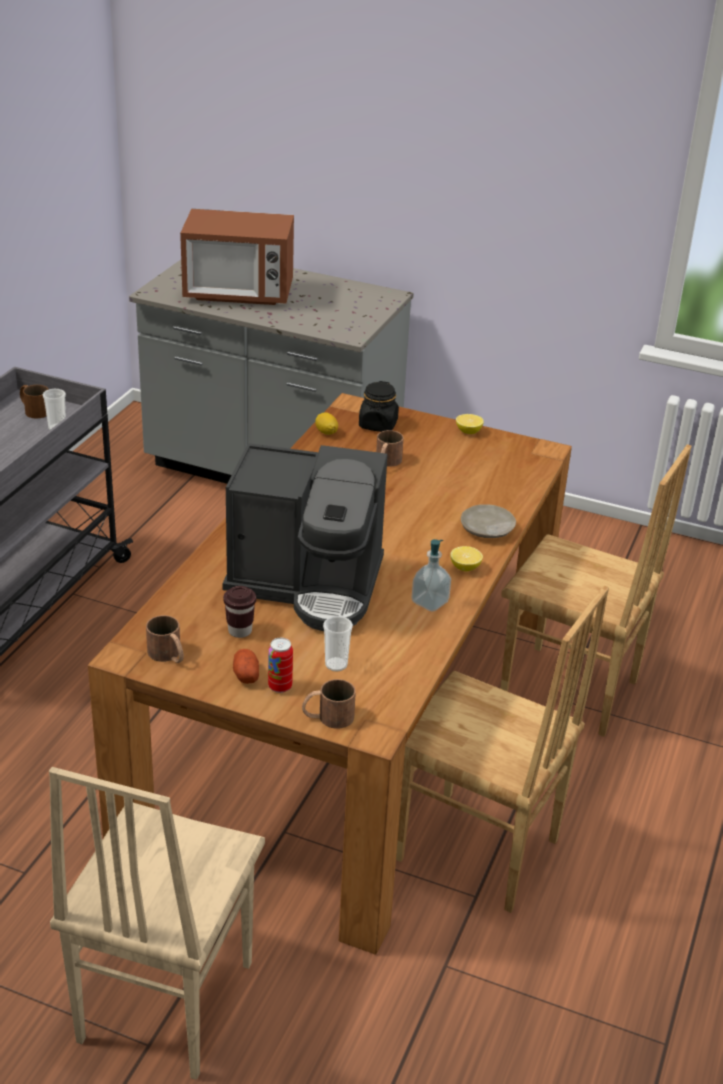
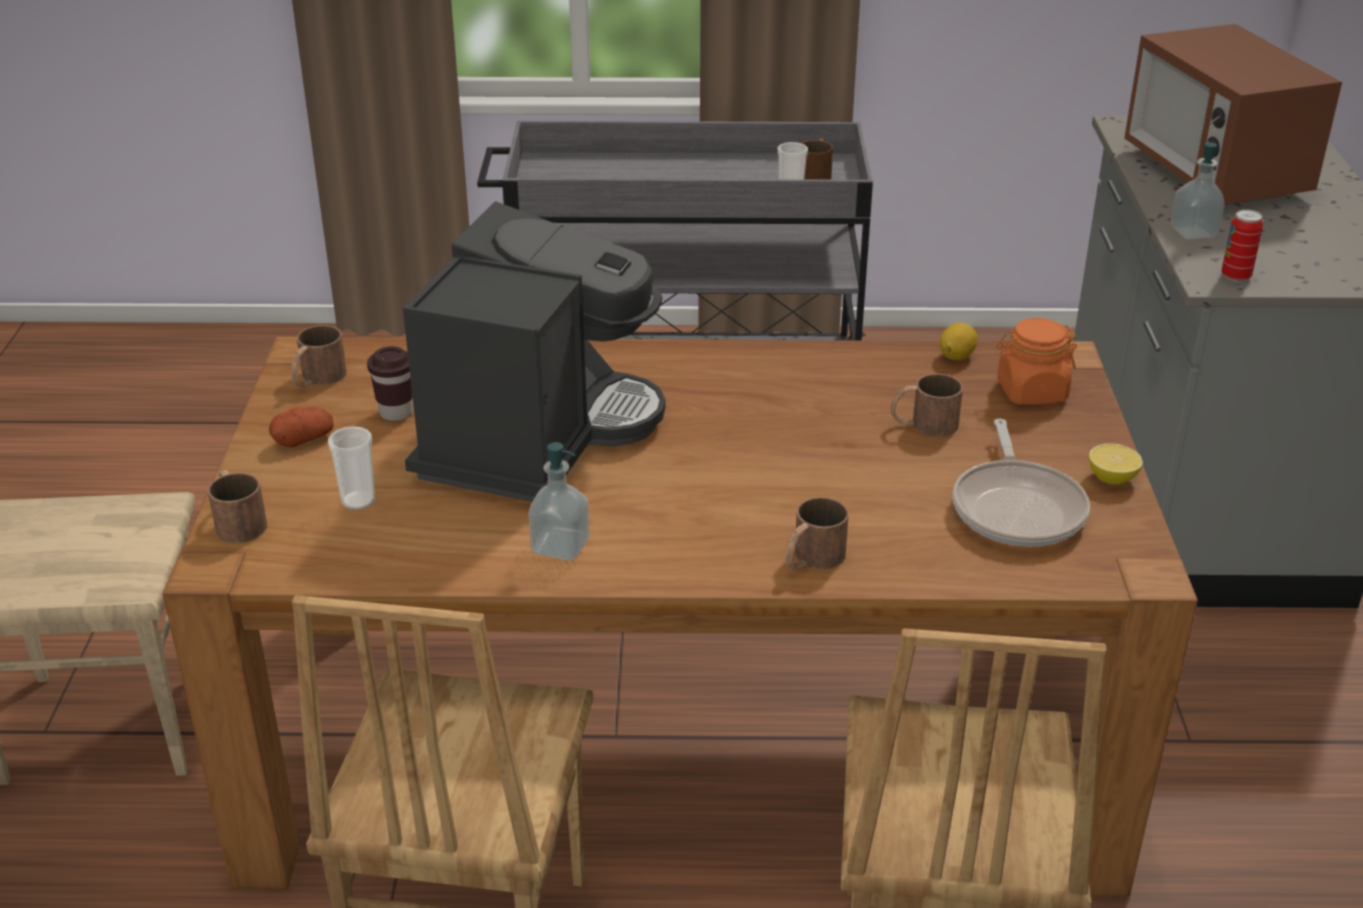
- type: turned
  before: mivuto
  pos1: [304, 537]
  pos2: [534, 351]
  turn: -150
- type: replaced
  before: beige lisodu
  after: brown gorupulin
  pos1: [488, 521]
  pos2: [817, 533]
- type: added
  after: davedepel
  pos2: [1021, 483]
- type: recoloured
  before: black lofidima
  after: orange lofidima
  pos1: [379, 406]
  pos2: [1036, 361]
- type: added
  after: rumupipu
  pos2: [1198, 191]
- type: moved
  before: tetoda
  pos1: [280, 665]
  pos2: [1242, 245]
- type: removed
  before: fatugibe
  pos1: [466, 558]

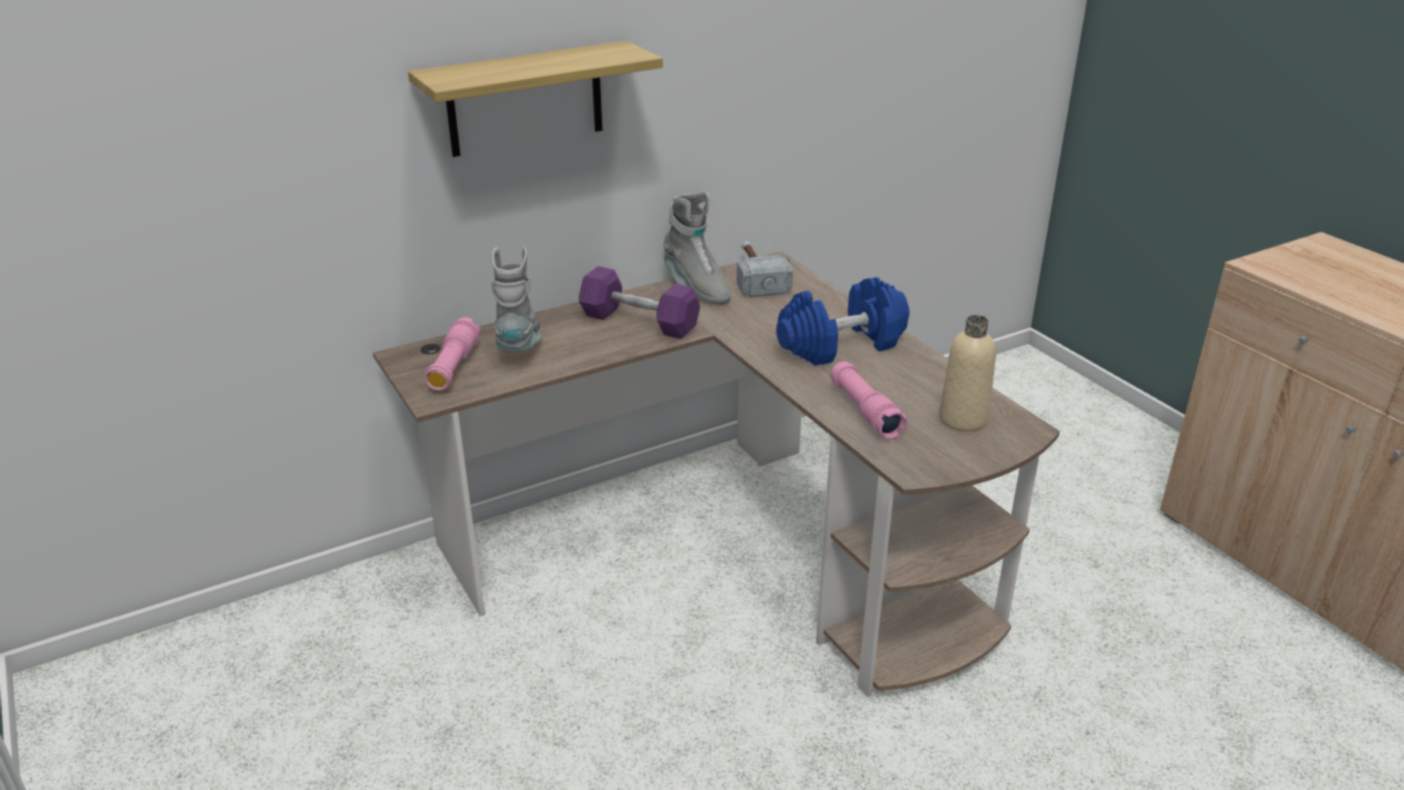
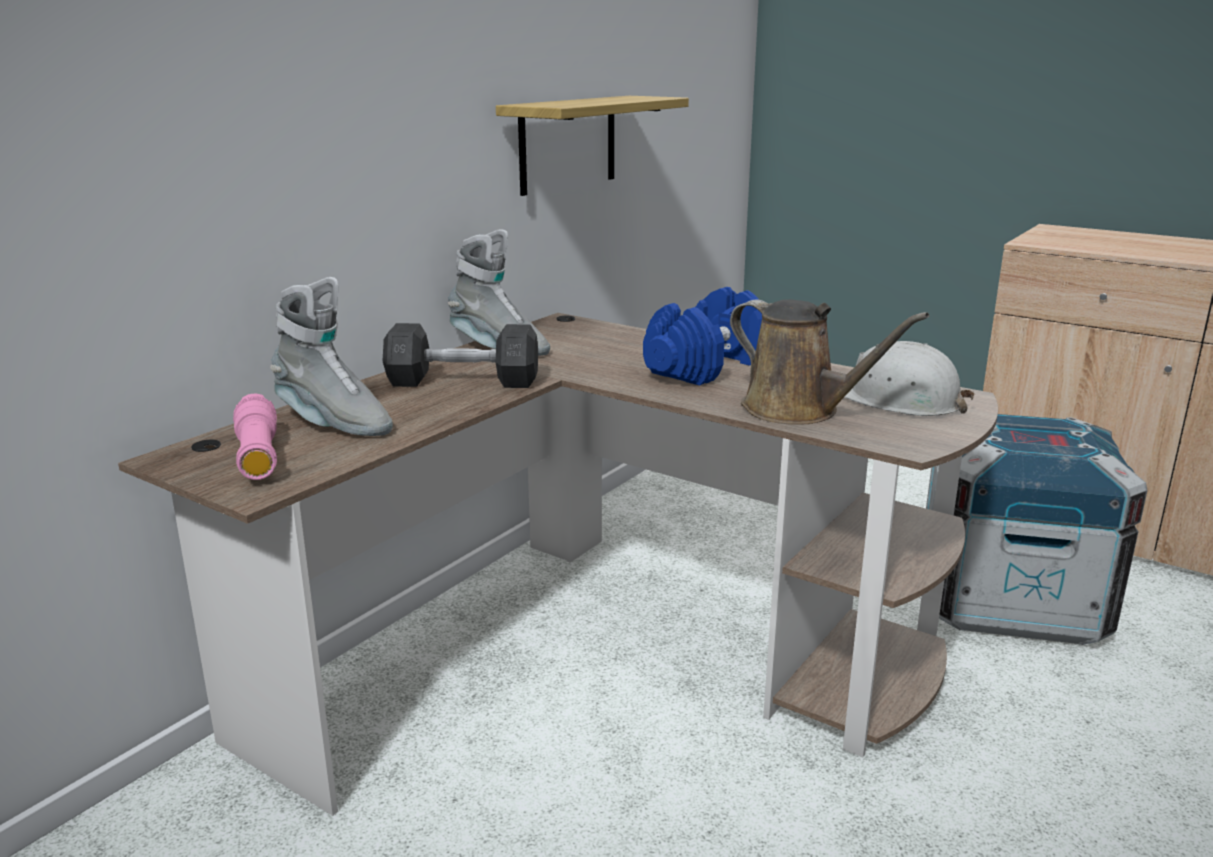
- type: turned
  before: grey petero
  pos1: [516, 299]
  pos2: [331, 356]
  turn: 150
- type: recoloured
  before: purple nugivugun
  after: grey nugivugun
  pos1: [639, 302]
  pos2: [460, 355]
- type: moved
  before: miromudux
  pos1: [535, 99]
  pos2: [592, 146]
- type: replaced
  before: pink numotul
  after: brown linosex
  pos1: [869, 400]
  pos2: [829, 362]
- type: replaced
  before: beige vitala
  after: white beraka
  pos1: [967, 373]
  pos2: [909, 378]
- type: added
  after: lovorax
  pos2: [1037, 529]
- type: removed
  before: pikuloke
  pos1: [765, 269]

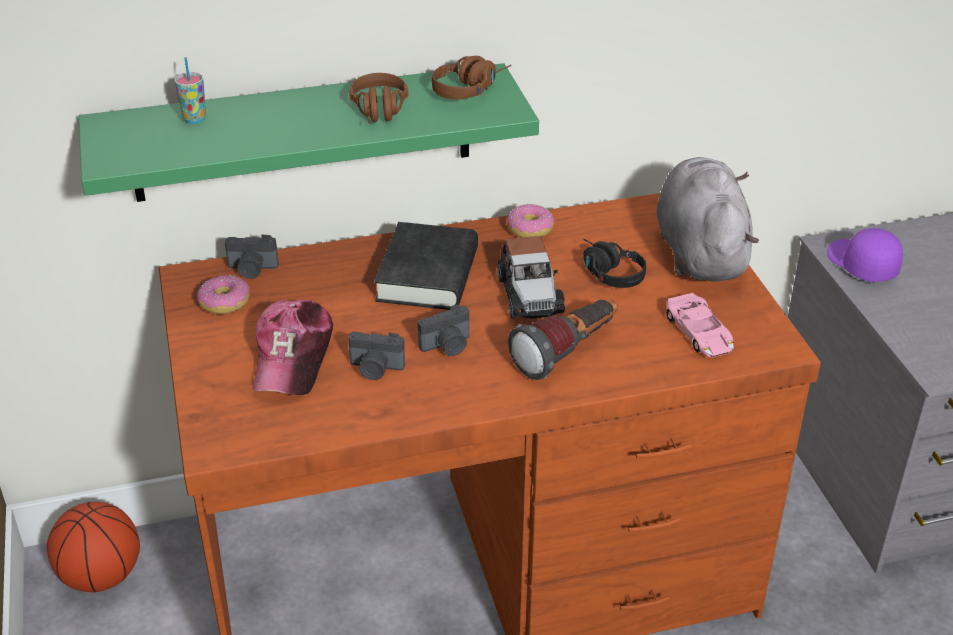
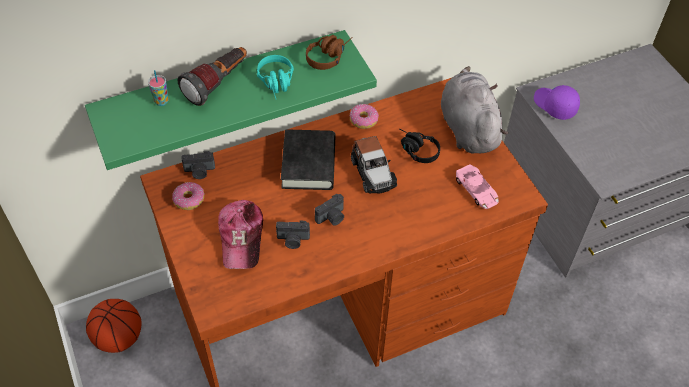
- type: moved
  before: numotul
  pos1: [563, 339]
  pos2: [212, 76]
- type: recoloured
  before: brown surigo
  after: turquoise surigo
  pos1: [378, 98]
  pos2: [275, 77]

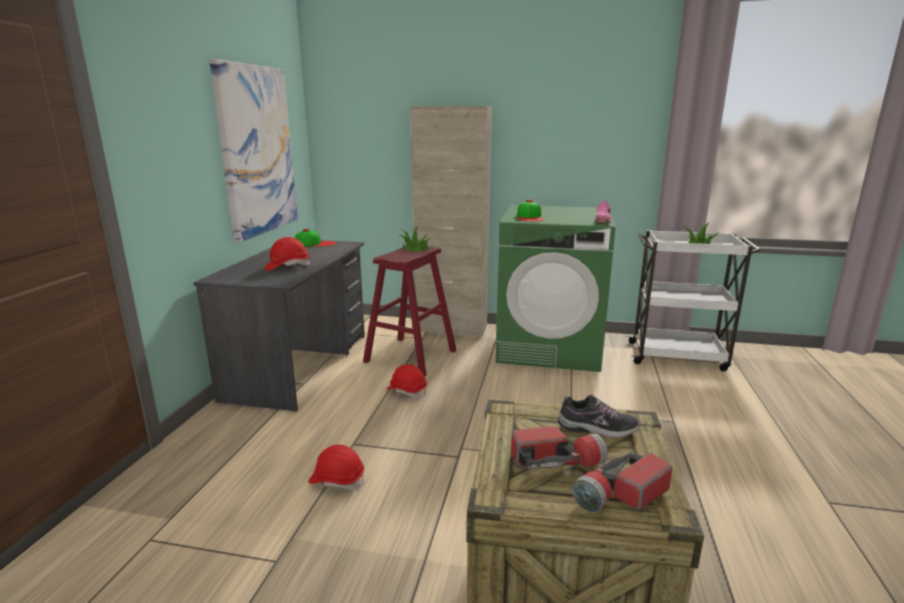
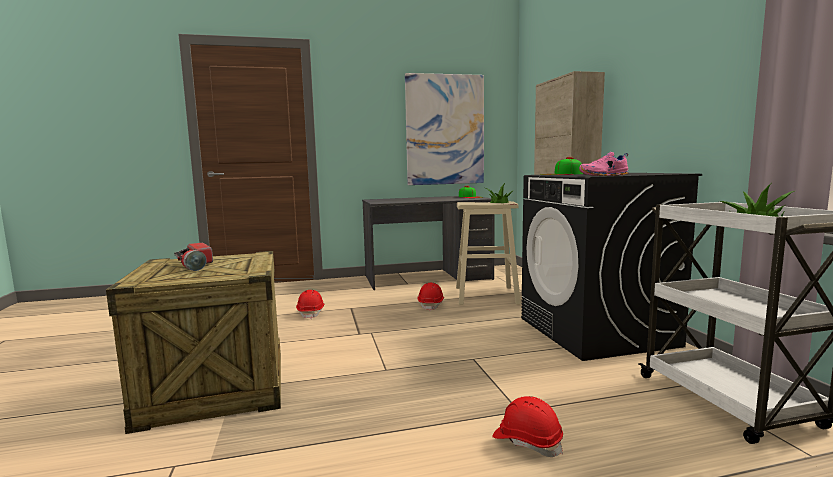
- type: recoloured
  before: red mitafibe
  after: beige mitafibe
  pos1: [410, 311]
  pos2: [488, 253]
- type: moved
  before: red beraka
  pos1: [287, 254]
  pos2: [527, 426]
- type: recoloured
  before: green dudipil
  after: black dudipil
  pos1: [555, 288]
  pos2: [611, 267]
- type: removed
  before: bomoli
  pos1: [598, 416]
- type: removed
  before: numotul
  pos1: [622, 482]

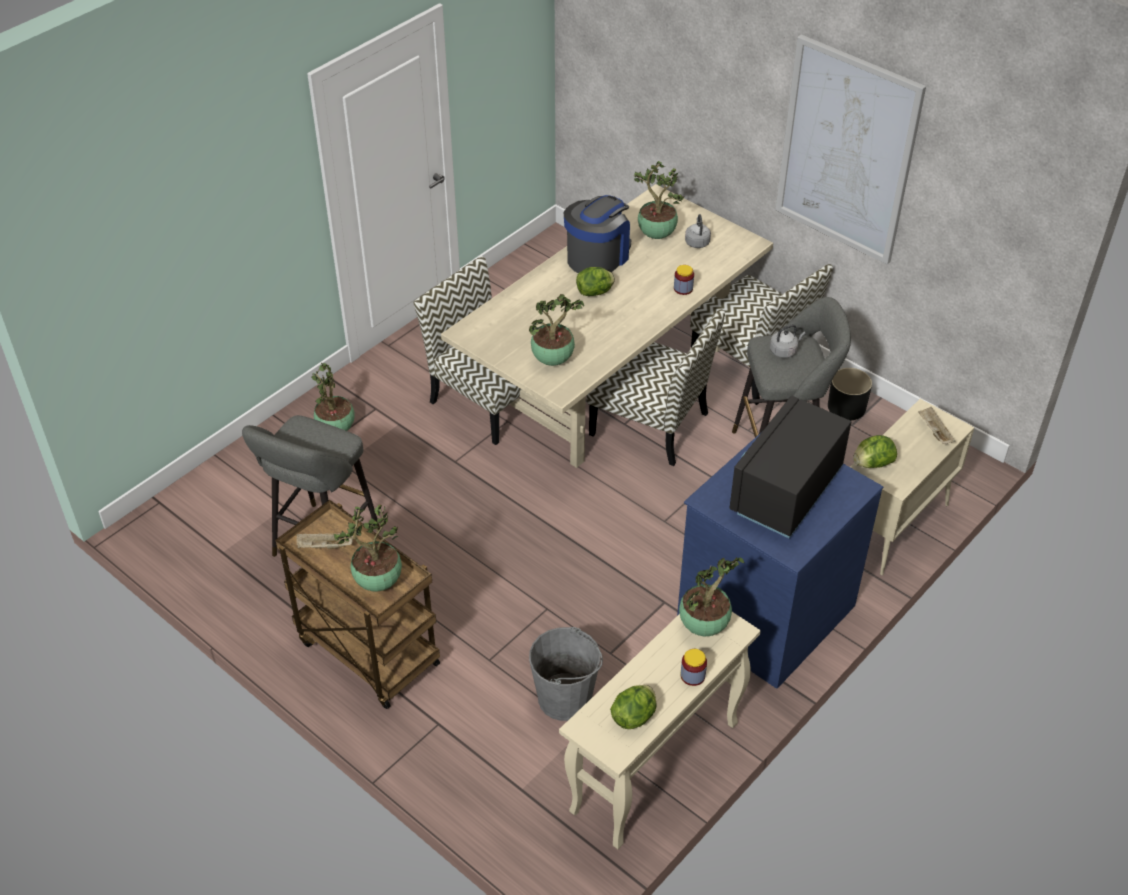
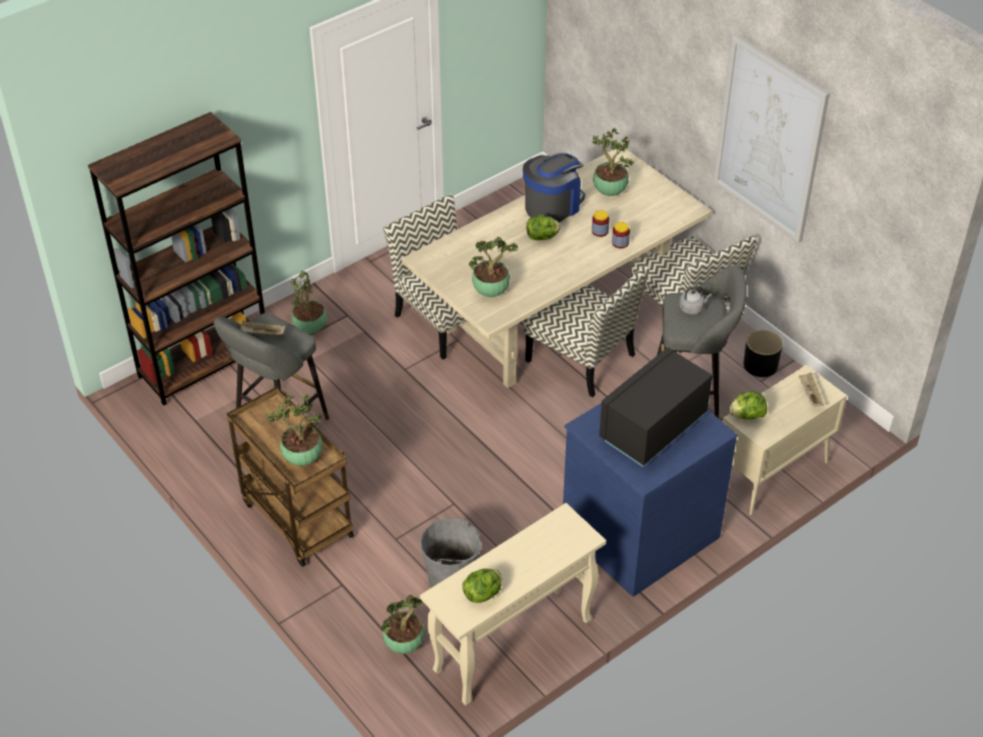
- type: added
  after: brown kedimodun
  pos2: [176, 259]
- type: moved
  before: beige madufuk
  pos1: [324, 541]
  pos2: [263, 328]
- type: moved
  before: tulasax
  pos1: [711, 597]
  pos2: [403, 624]
- type: moved
  before: lofidima
  pos1: [694, 667]
  pos2: [600, 224]
- type: removed
  before: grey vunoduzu
  pos1: [698, 231]

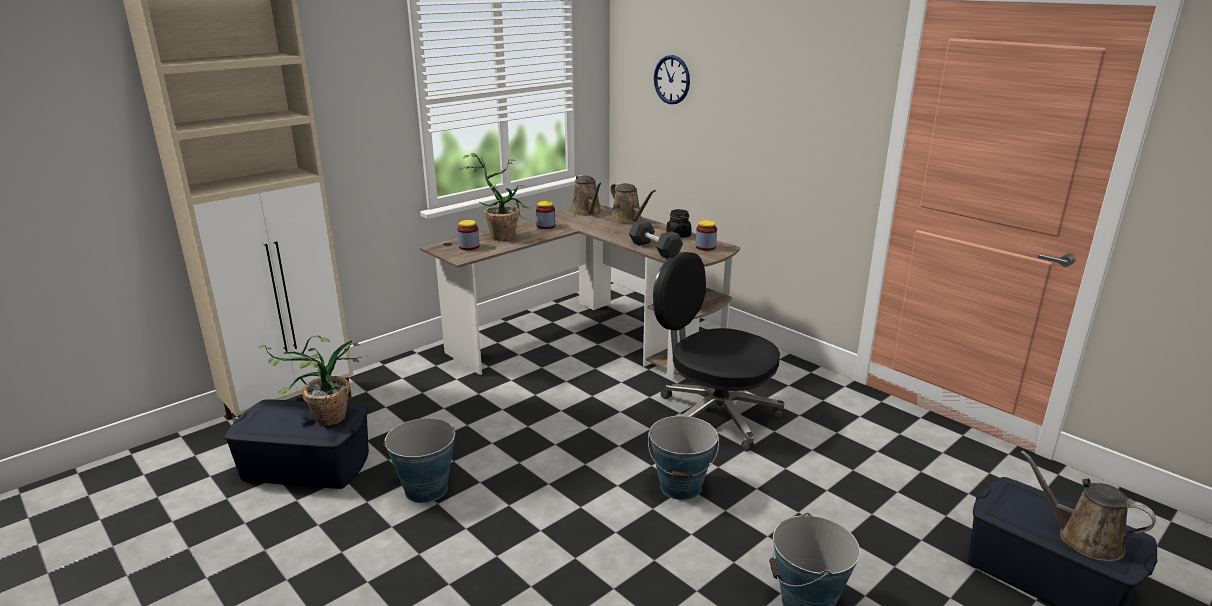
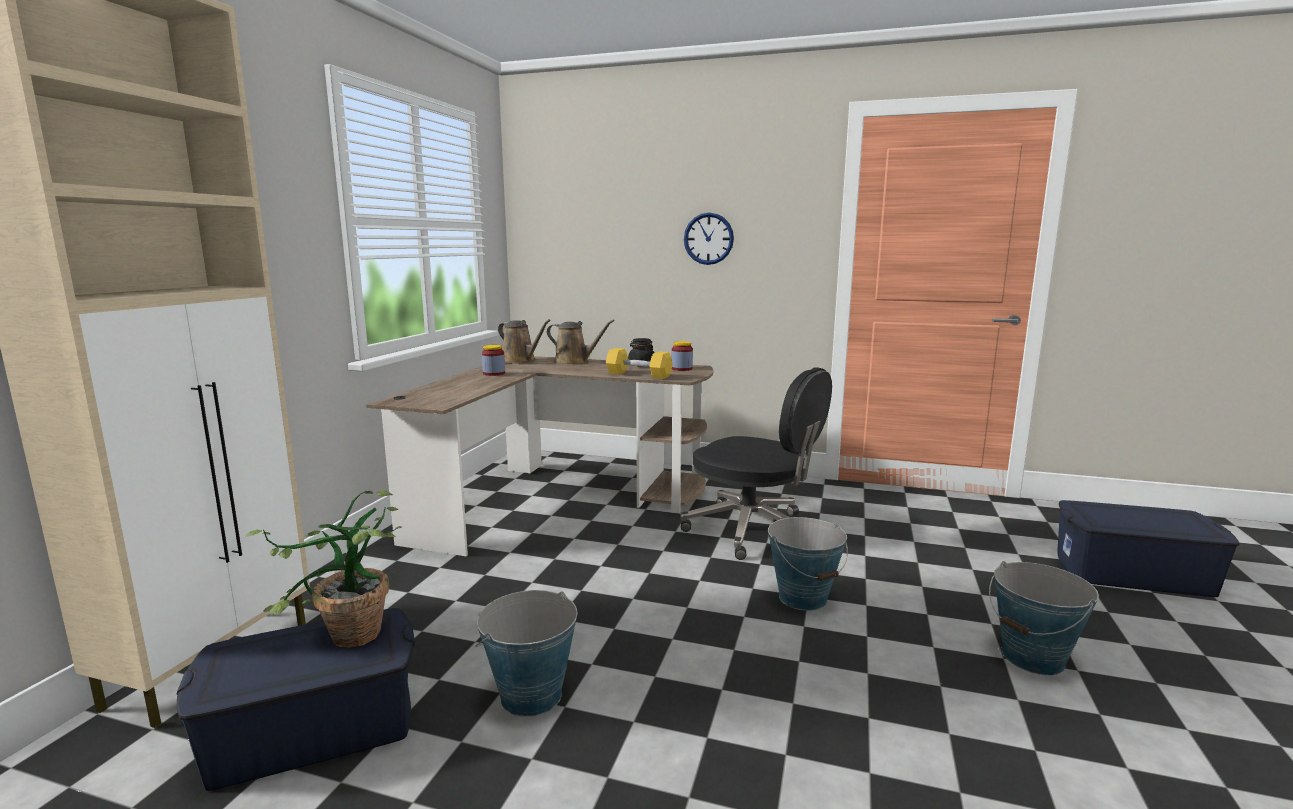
- type: recoloured
  before: black nugivugun
  after: yellow nugivugun
  pos1: [656, 239]
  pos2: [639, 363]
- type: turned
  before: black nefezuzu
  pos1: [718, 352]
  pos2: [756, 463]
  turn: -150
- type: moved
  before: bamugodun
  pos1: [672, 79]
  pos2: [709, 239]
- type: removed
  before: lofidima
  pos1: [468, 235]
- type: removed
  before: tulasax
  pos1: [495, 197]
- type: removed
  before: brown linosex
  pos1: [1088, 505]

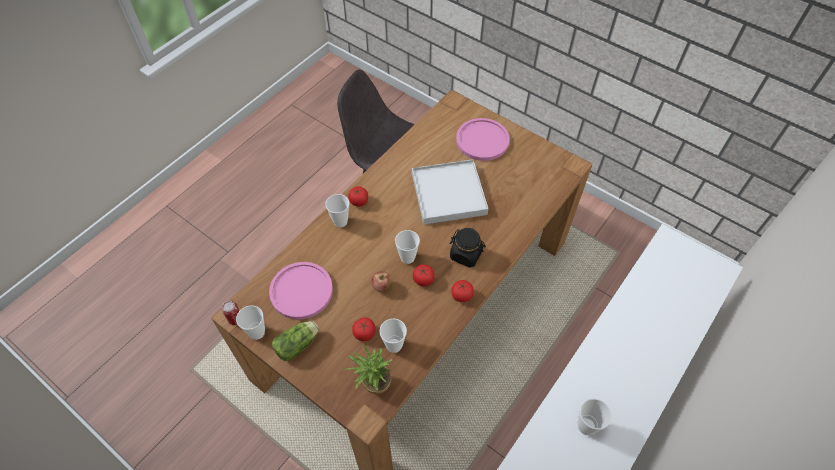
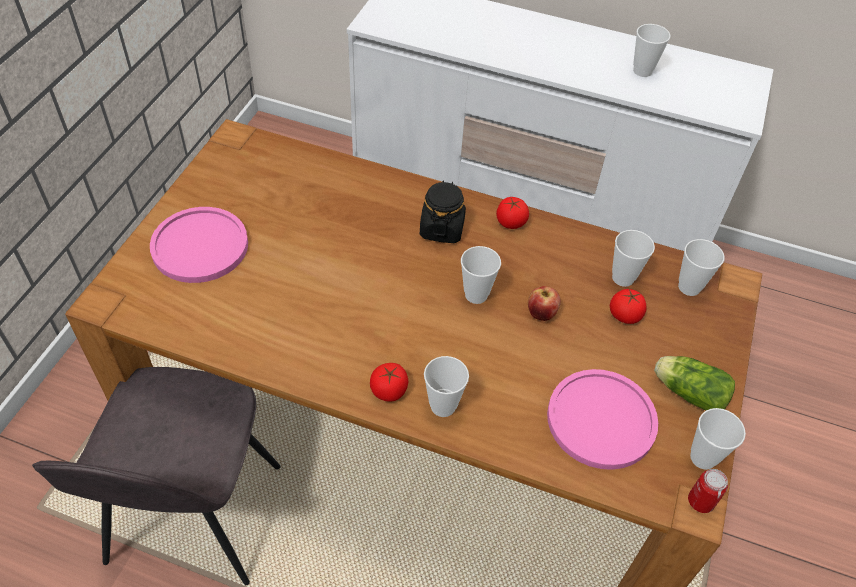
- type: replaced
  before: tulasax
  after: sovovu
  pos1: [368, 369]
  pos2: [701, 267]
- type: removed
  before: white madufuk
  pos1: [450, 191]
- type: removed
  before: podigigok
  pos1: [424, 275]

